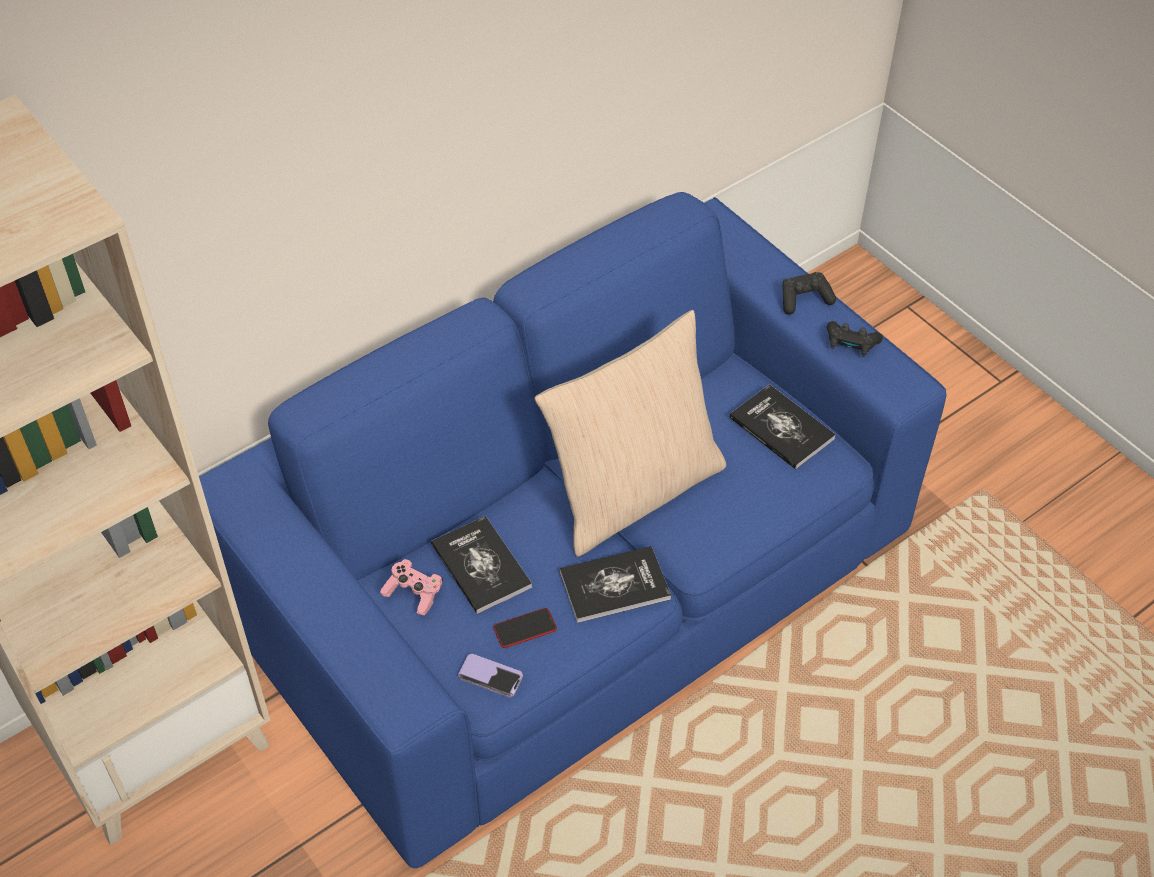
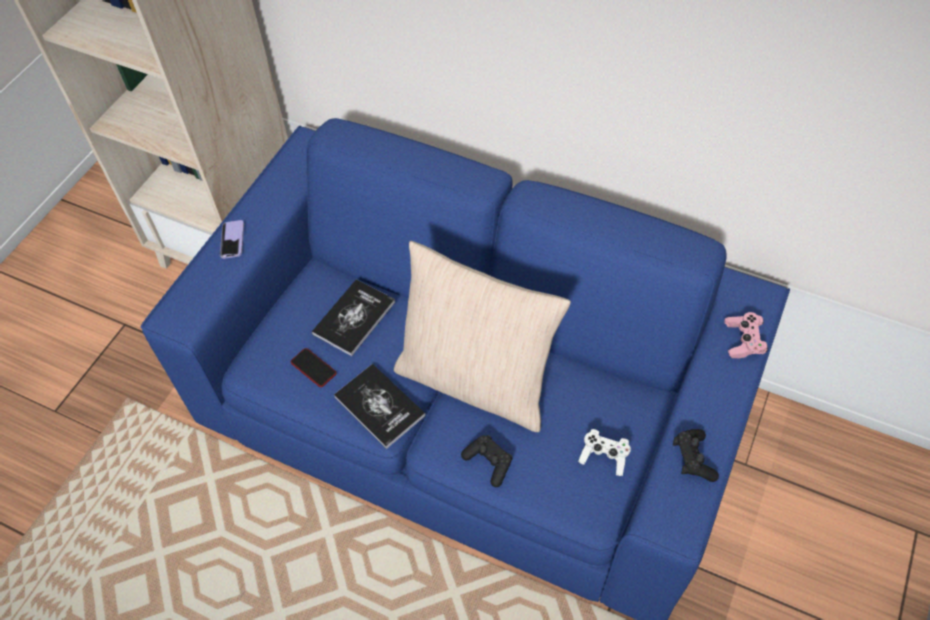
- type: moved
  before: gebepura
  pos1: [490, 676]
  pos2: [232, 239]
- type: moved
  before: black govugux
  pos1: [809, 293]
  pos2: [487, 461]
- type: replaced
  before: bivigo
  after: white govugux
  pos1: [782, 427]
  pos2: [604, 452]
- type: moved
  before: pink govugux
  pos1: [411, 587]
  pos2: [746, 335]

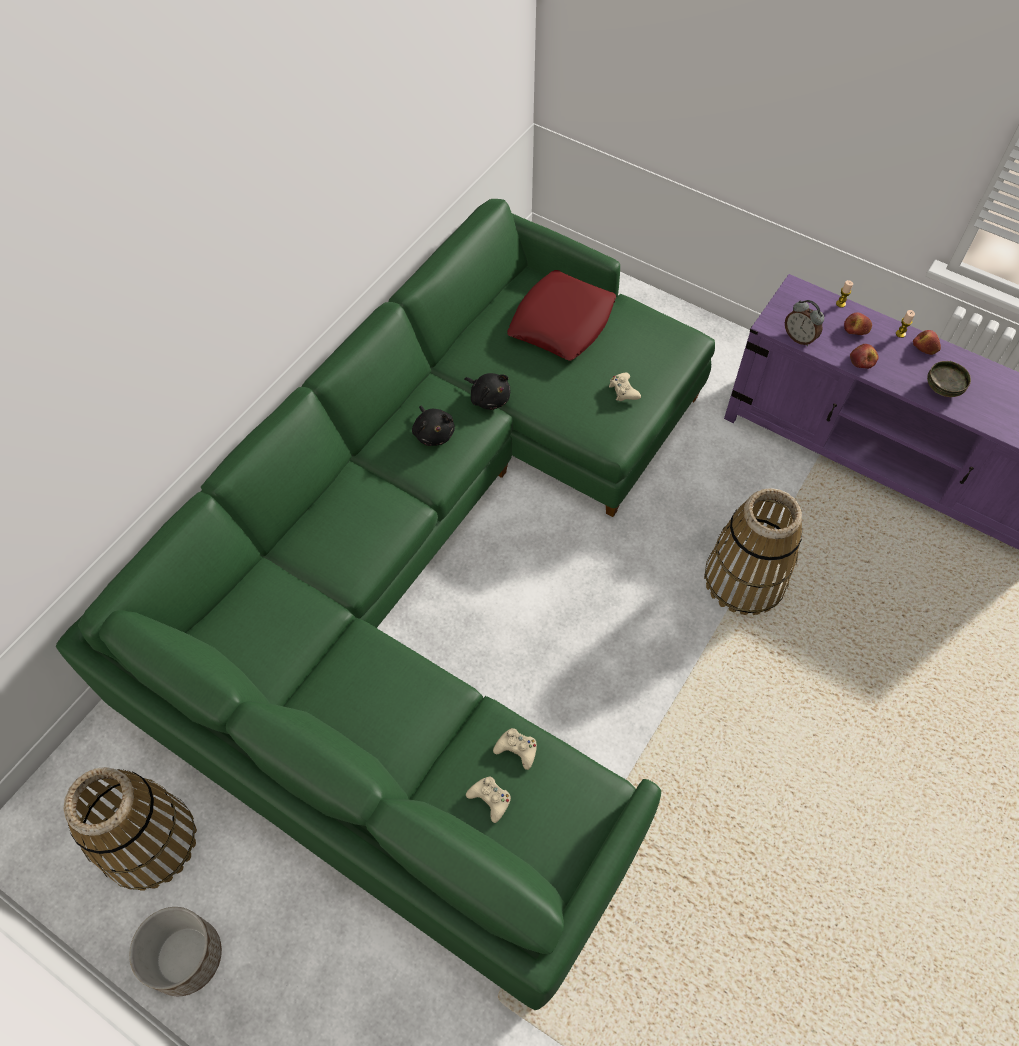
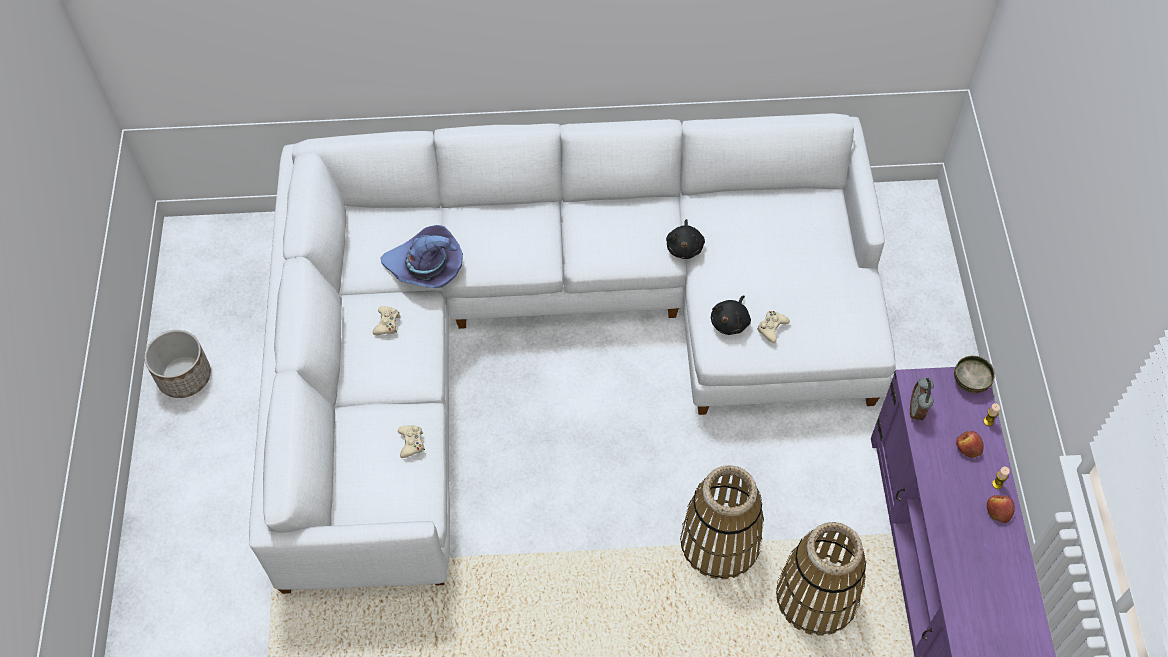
- type: recoloured
  before: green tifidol
  after: white tifidol
  pos1: [385, 604]
  pos2: [572, 353]
- type: moved
  before: beige govugux
  pos1: [488, 799]
  pos2: [387, 320]
- type: added
  after: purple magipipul
  pos2: [421, 256]
- type: moved
  before: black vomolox
  pos1: [433, 426]
  pos2: [731, 315]
- type: moved
  before: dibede
  pos1: [130, 829]
  pos2: [821, 579]
- type: moved
  before: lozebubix
  pos1: [949, 379]
  pos2: [974, 374]
- type: removed
  before: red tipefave
  pos1: [561, 315]
- type: removed
  before: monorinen
  pos1: [864, 356]

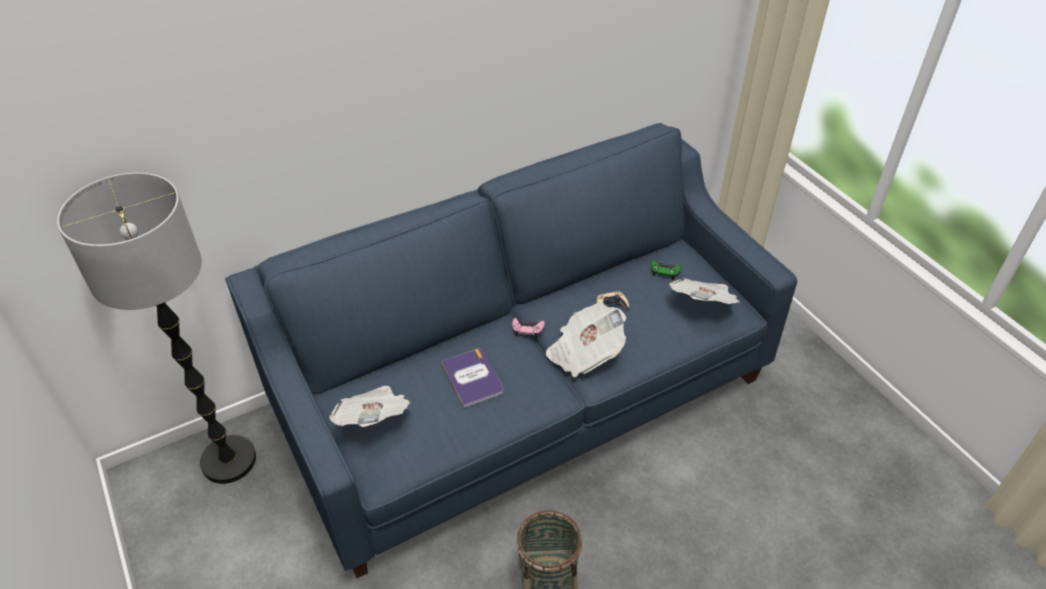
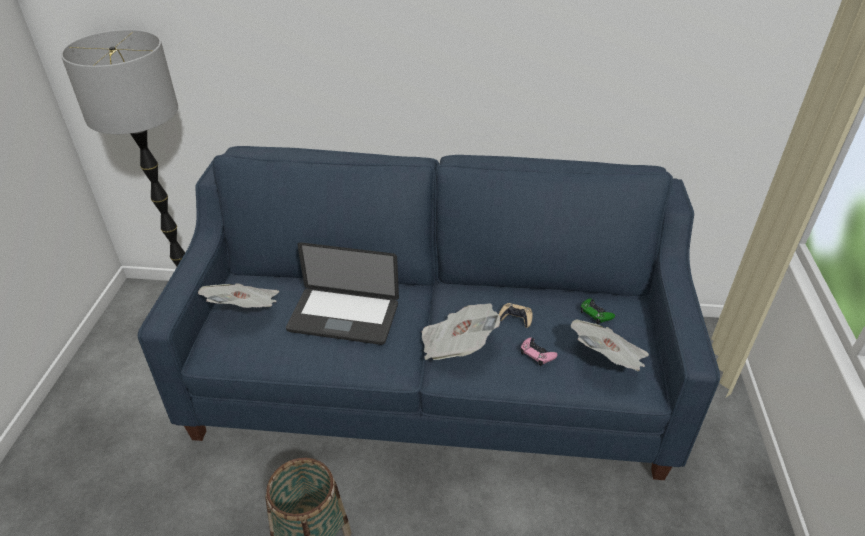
- type: replaced
  before: bivigo
  after: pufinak
  pos1: [472, 378]
  pos2: [342, 293]
- type: moved
  before: pink govugux
  pos1: [528, 328]
  pos2: [539, 352]

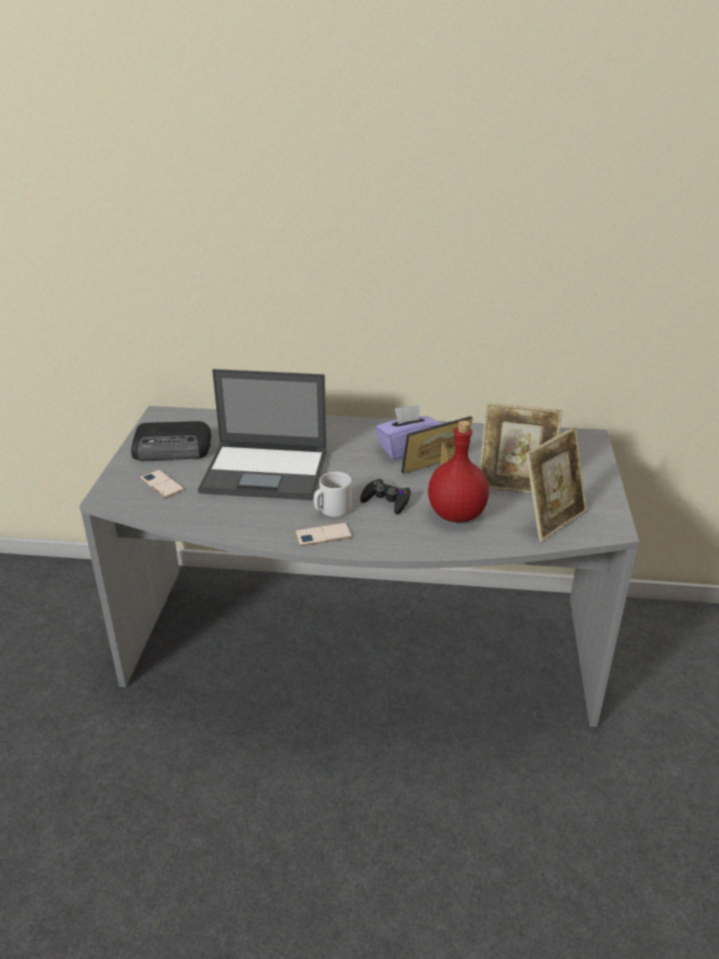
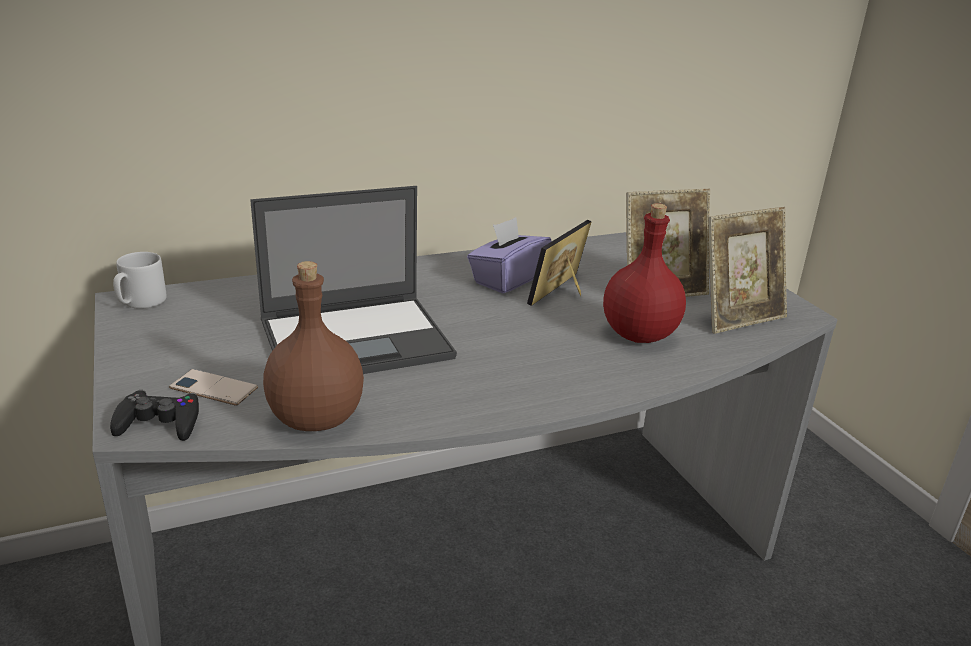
- type: moved
  before: black govugux
  pos1: [385, 497]
  pos2: [154, 415]
- type: moved
  before: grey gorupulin
  pos1: [333, 494]
  pos2: [140, 280]
- type: added
  after: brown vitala
  pos2: [313, 346]
- type: turned
  before: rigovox
  pos1: [556, 484]
  pos2: [747, 270]
  turn: 45
- type: removed
  before: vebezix
  pos1: [171, 440]
- type: removed
  before: gebepura
  pos1: [324, 534]

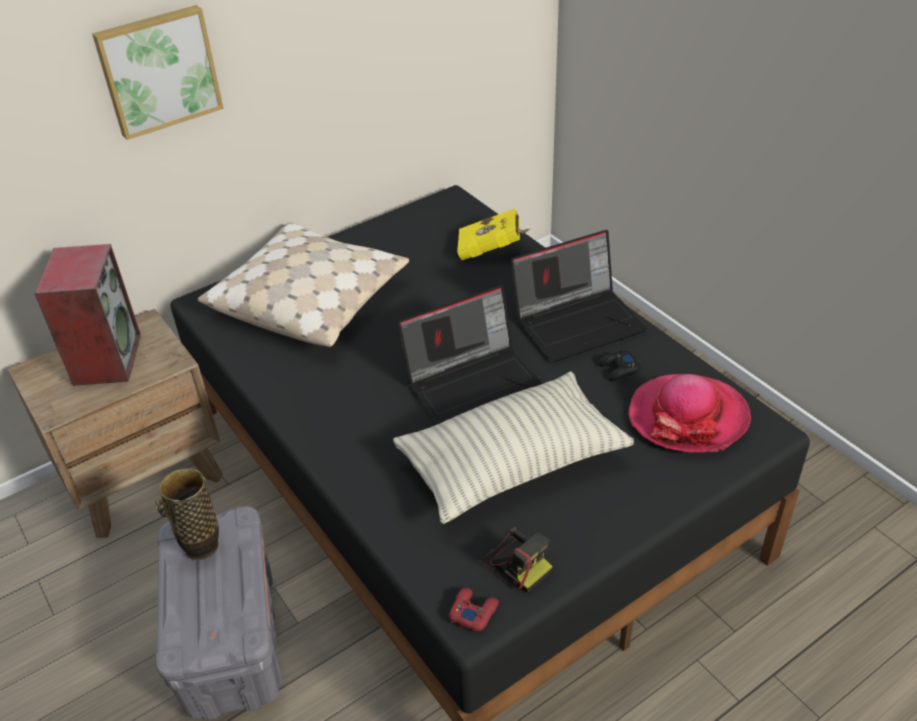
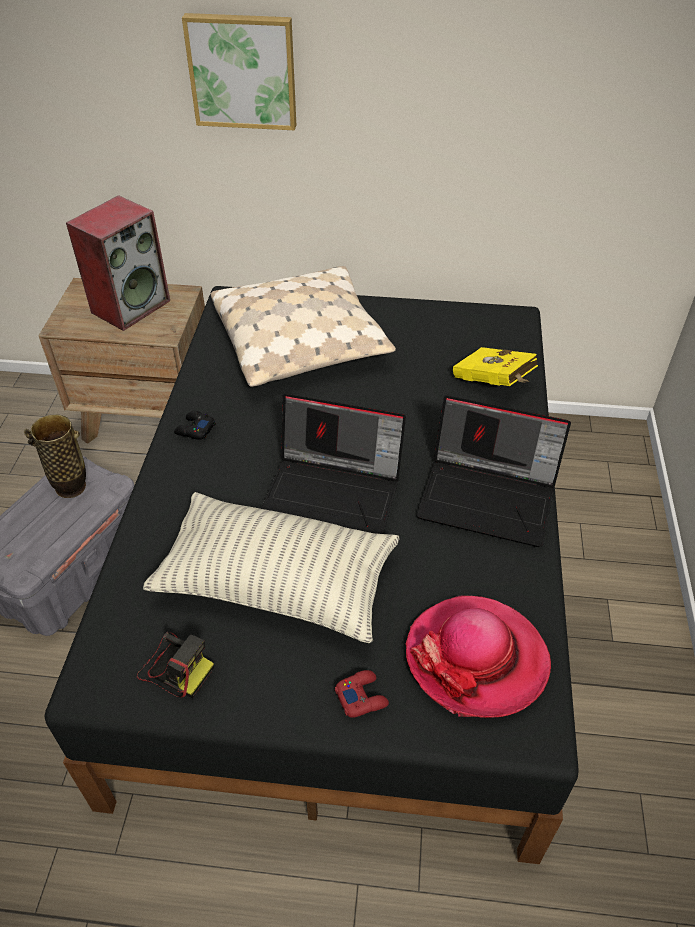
- type: turned
  before: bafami
  pos1: [516, 560]
  pos2: [175, 665]
  turn: -60
- type: moved
  before: black govugux
  pos1: [619, 365]
  pos2: [195, 425]
- type: moved
  before: red govugux
  pos1: [474, 610]
  pos2: [362, 694]

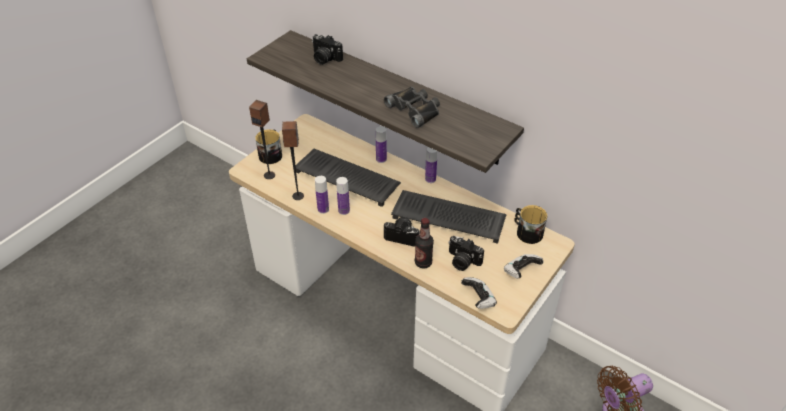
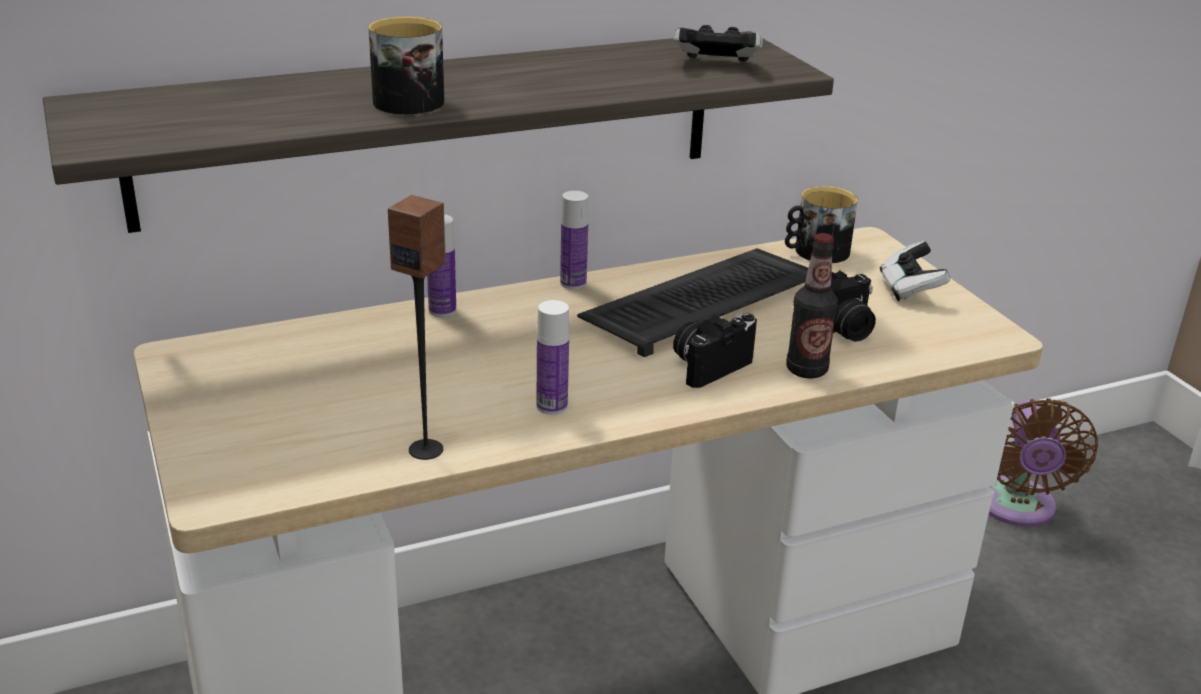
- type: moved
  before: gorupulin
  pos1: [268, 146]
  pos2: [406, 66]
- type: moved
  before: govugux
  pos1: [479, 293]
  pos2: [718, 43]
- type: removed
  before: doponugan
  pos1: [262, 139]
- type: removed
  before: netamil
  pos1: [348, 178]
- type: removed
  before: bafami
  pos1: [327, 49]
- type: removed
  before: vitala
  pos1: [322, 195]
- type: removed
  before: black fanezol
  pos1: [412, 107]

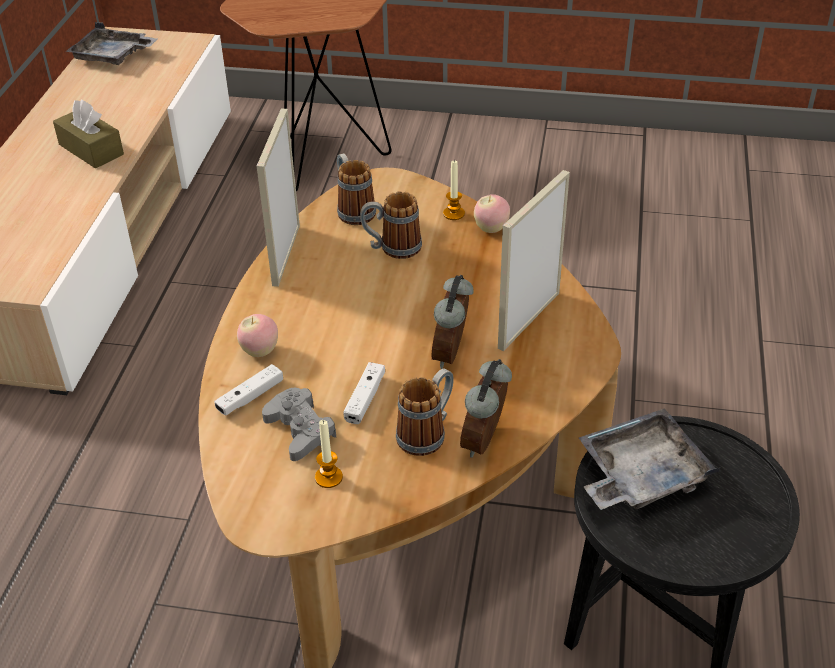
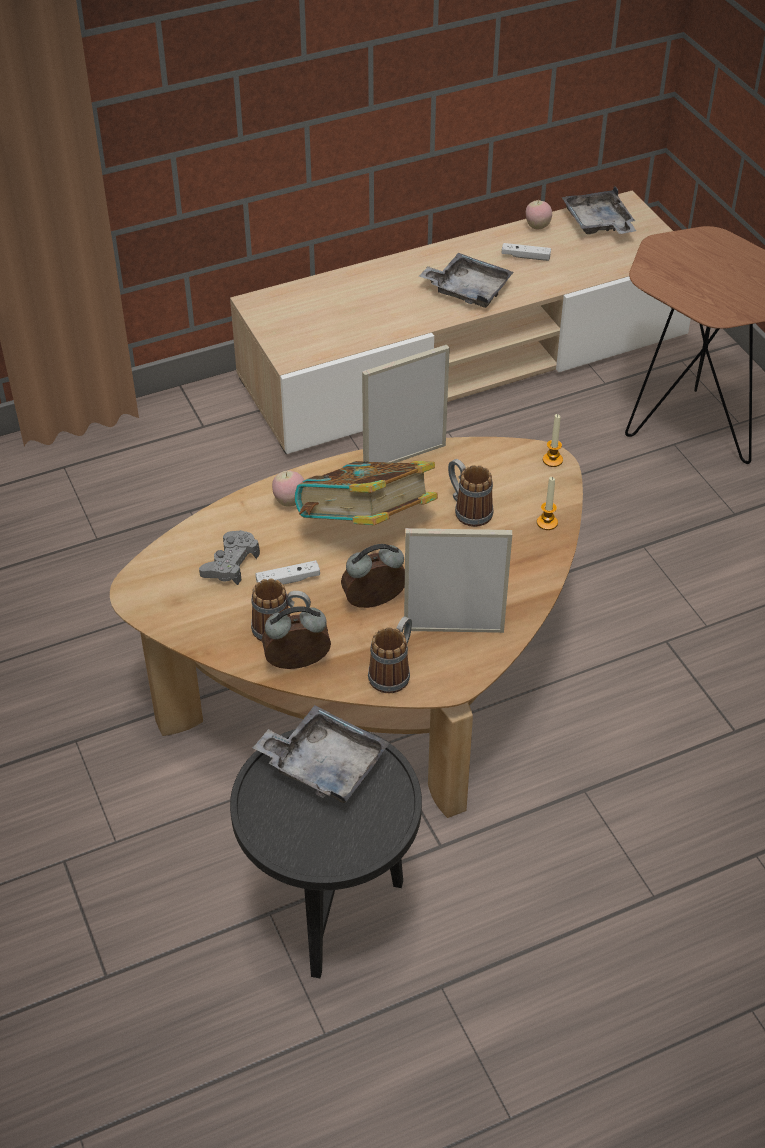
- type: added
  after: bivigo
  pos2: [366, 493]
- type: moved
  before: gorupulin
  pos1: [356, 189]
  pos2: [390, 655]
- type: replaced
  before: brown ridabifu
  after: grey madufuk
  pos1: [88, 134]
  pos2: [466, 280]
- type: moved
  before: white govugux
  pos1: [248, 390]
  pos2: [526, 252]
- type: moved
  before: monorinen
  pos1: [492, 213]
  pos2: [539, 214]
- type: moved
  before: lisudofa
  pos1: [329, 454]
  pos2: [553, 440]

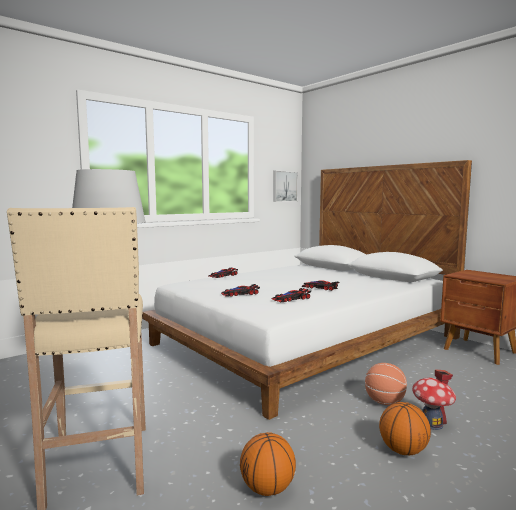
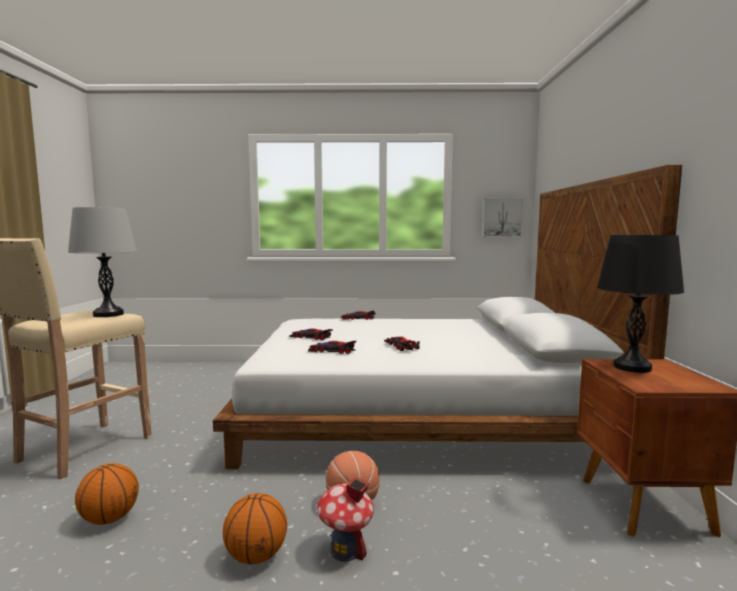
- type: added
  after: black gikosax
  pos2: [640, 304]

